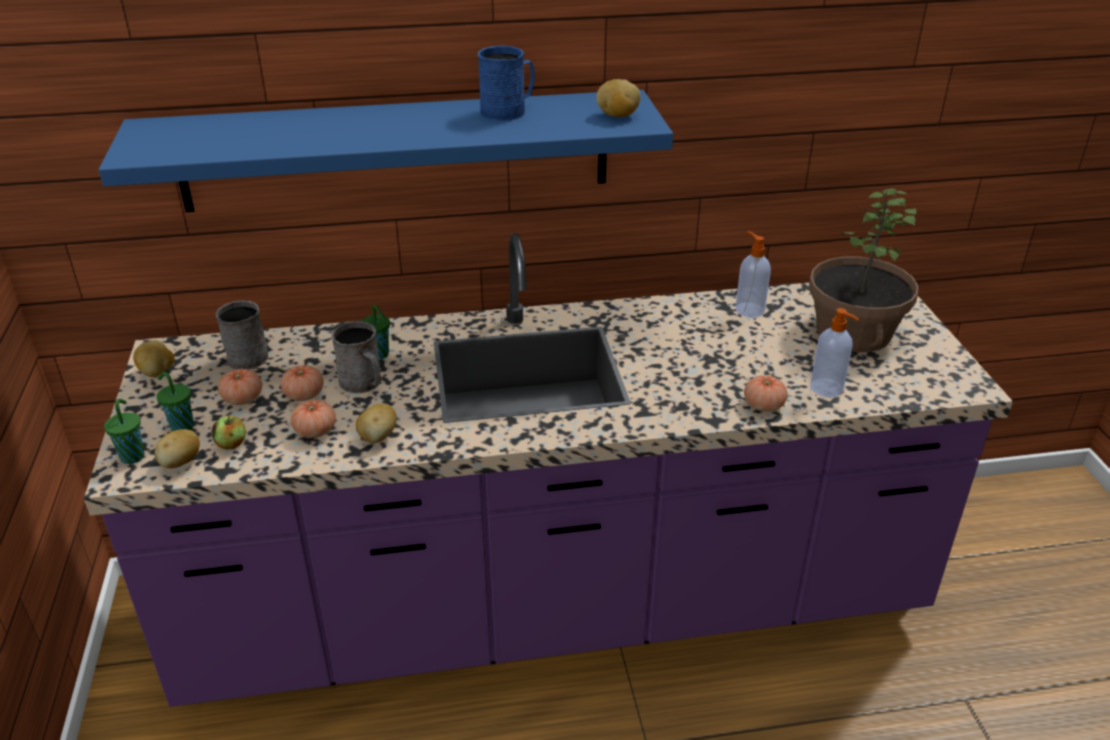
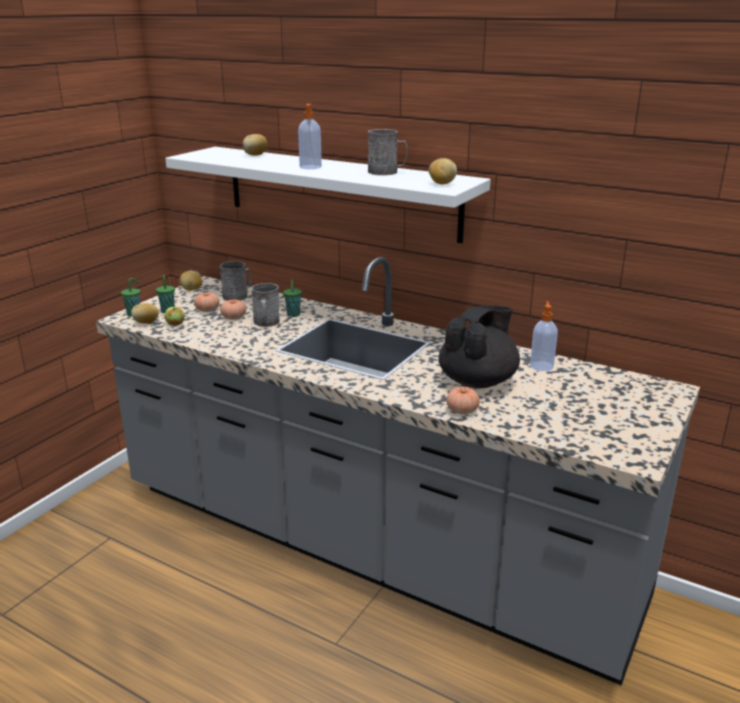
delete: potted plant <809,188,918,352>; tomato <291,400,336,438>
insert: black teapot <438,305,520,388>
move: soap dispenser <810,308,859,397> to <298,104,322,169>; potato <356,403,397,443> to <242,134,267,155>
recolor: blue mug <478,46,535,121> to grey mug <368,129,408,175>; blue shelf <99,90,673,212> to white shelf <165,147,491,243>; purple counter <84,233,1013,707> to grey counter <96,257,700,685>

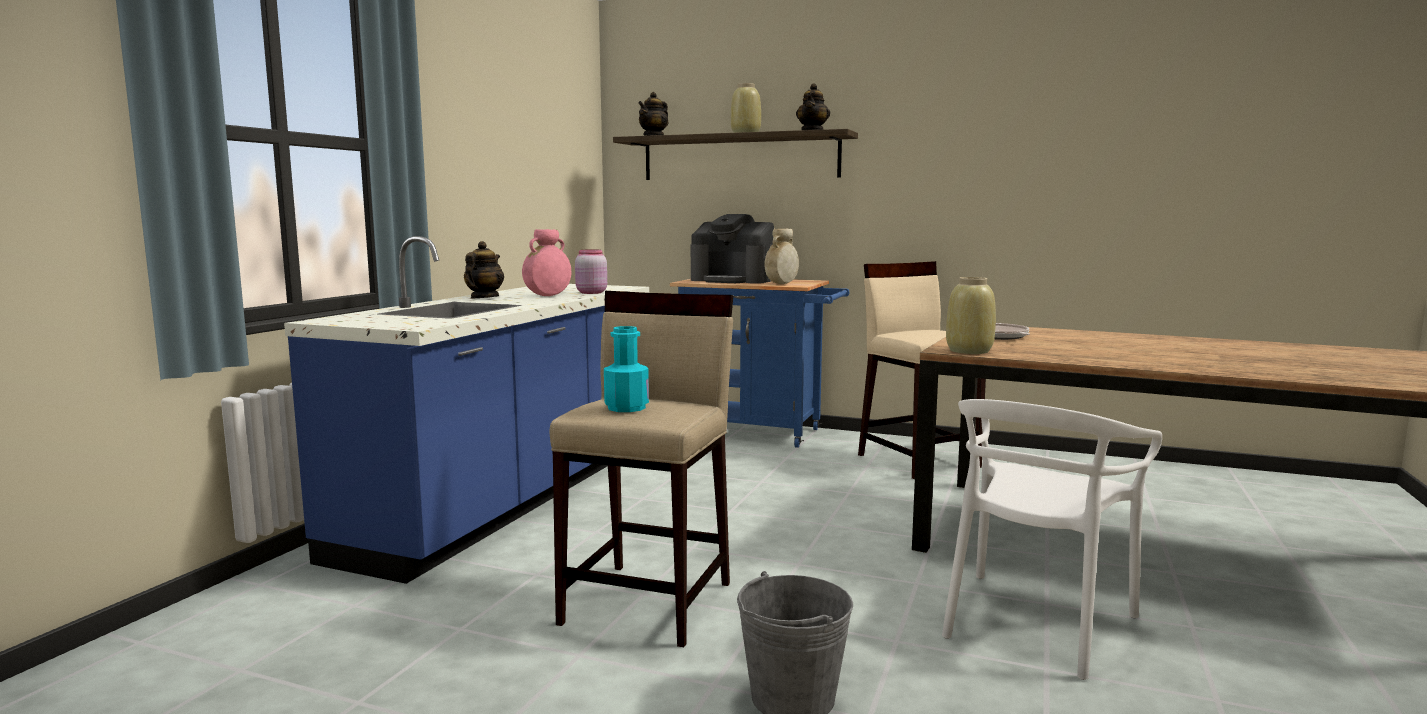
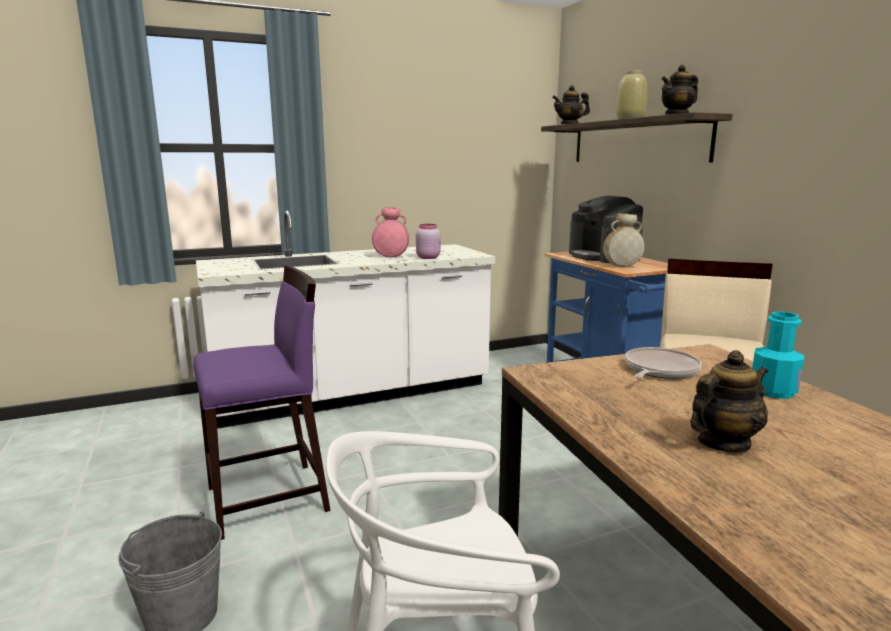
delete: beige vase <946,277,996,354>
move: teapot <464,241,504,298> to <690,350,768,452>; turquoise bottle <604,326,649,412> to <752,311,804,399>
recolor: blue counter <284,236,649,584> to white counter <196,210,495,429>; beige stool <550,291,733,647> to purple stool <194,265,330,540>

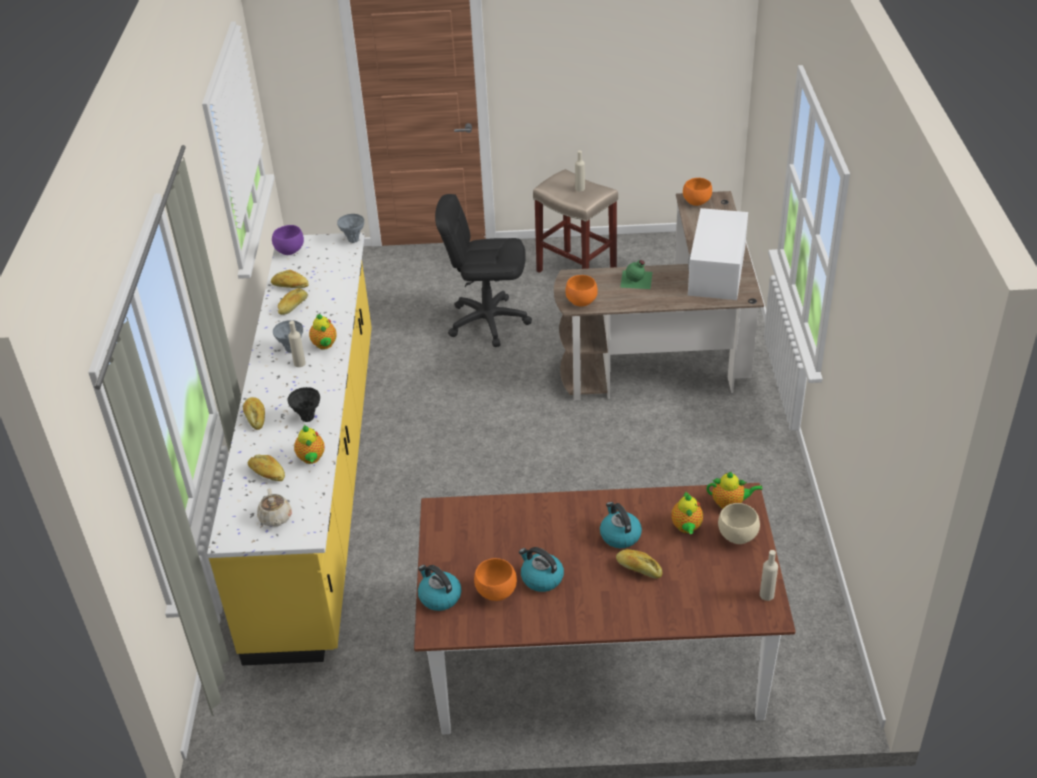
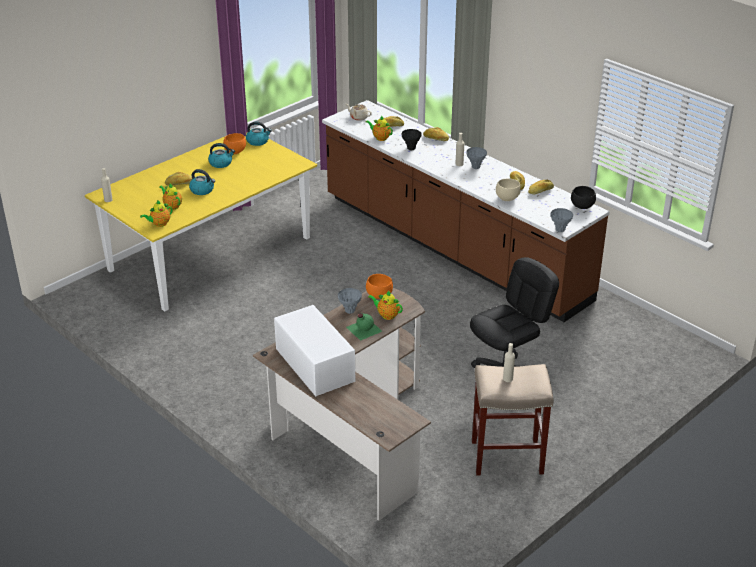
delete: orange bowl <683,178,712,206>
insert: grey vase <338,288,362,314>
move: teapot <309,314,337,349> to <368,291,403,320>; beige bowl <718,503,760,544> to <496,179,521,201>
recolor: purple bowl <272,225,304,255> to black bowl <571,186,596,209>; yellow counter <207,232,372,666> to brown counter <322,100,610,322>; brown dining table <414,483,796,735> to yellow dining table <85,129,317,311>

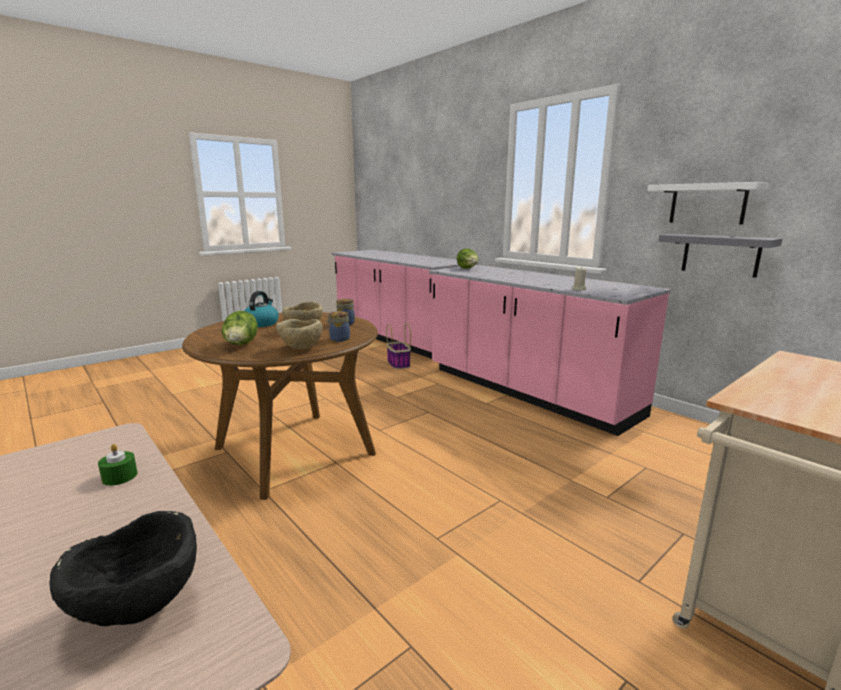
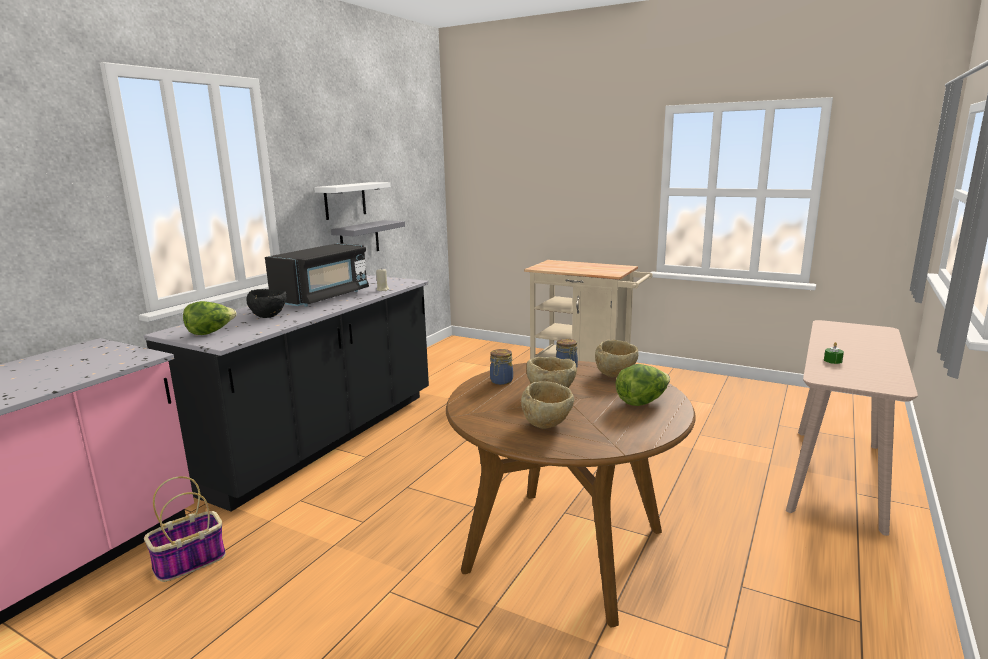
insert: black microwave <265,243,369,307>
move: black bowl <49,511,197,626> to <246,289,287,318>
replace: kettle <244,291,279,327> to beige bowl <521,381,574,429>
recolor: pink counter <429,265,671,436> to black counter <144,275,429,511>

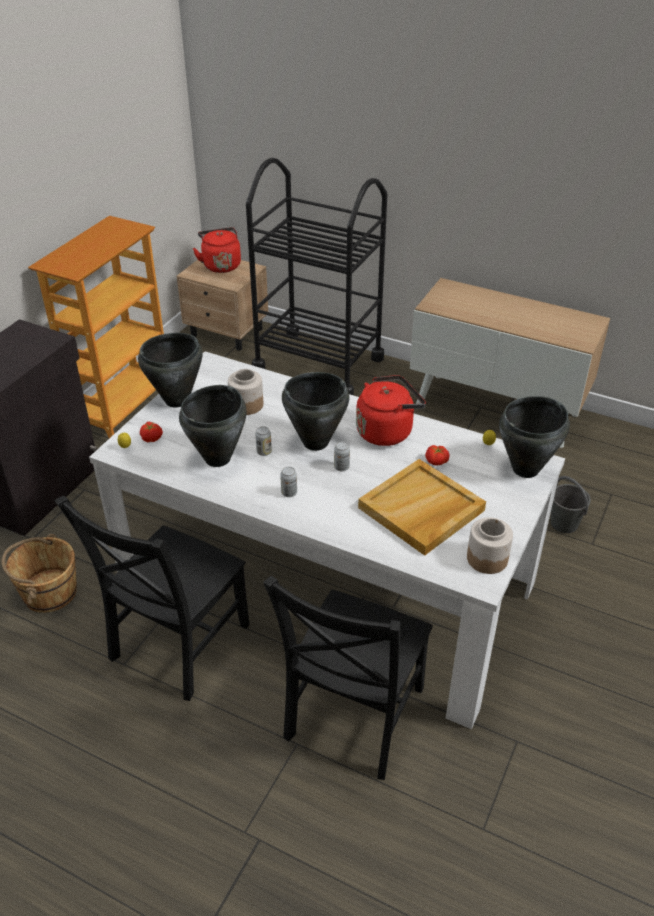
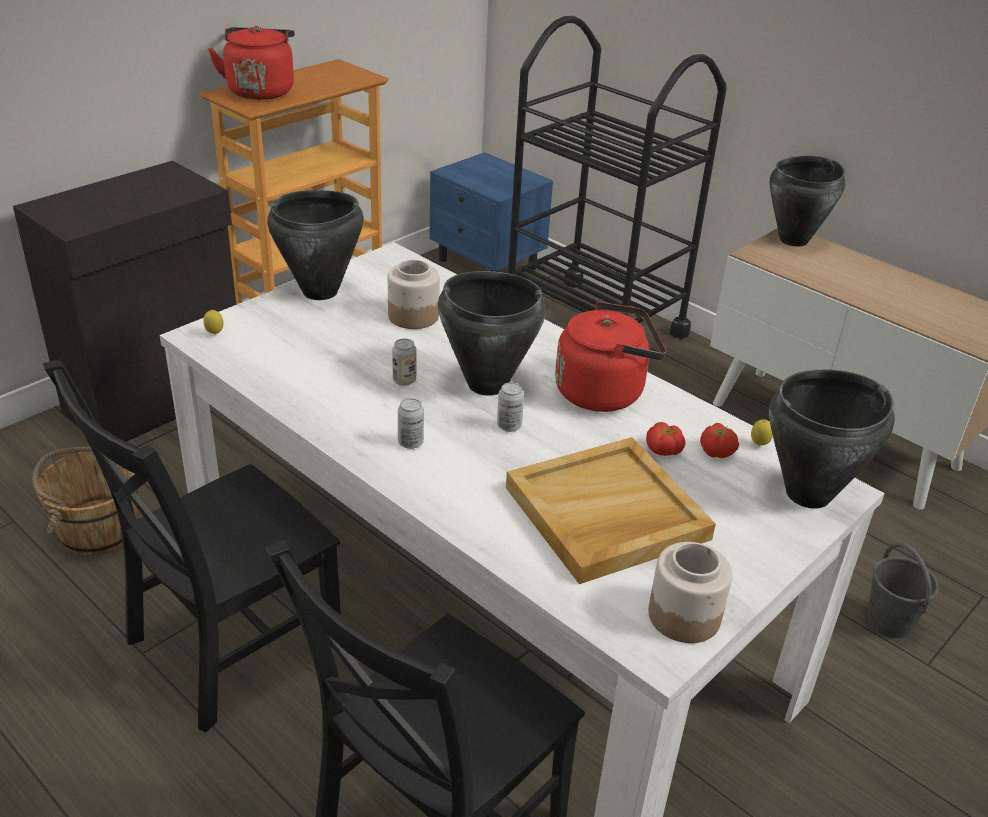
move: red kettle <193,227,241,273> to <208,26,295,100>; black cooking pot <179,385,247,467> to <770,156,846,246>; tomato <140,421,163,442> to <700,423,739,458>
recolor: beige nightstand <177,260,268,351> to blue nightstand <429,152,553,272>

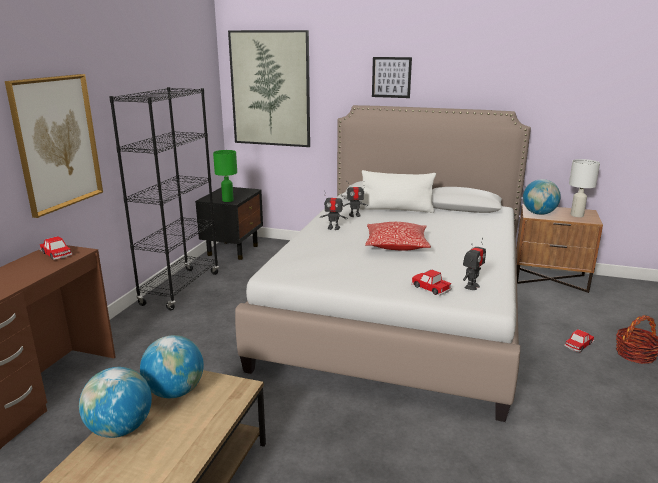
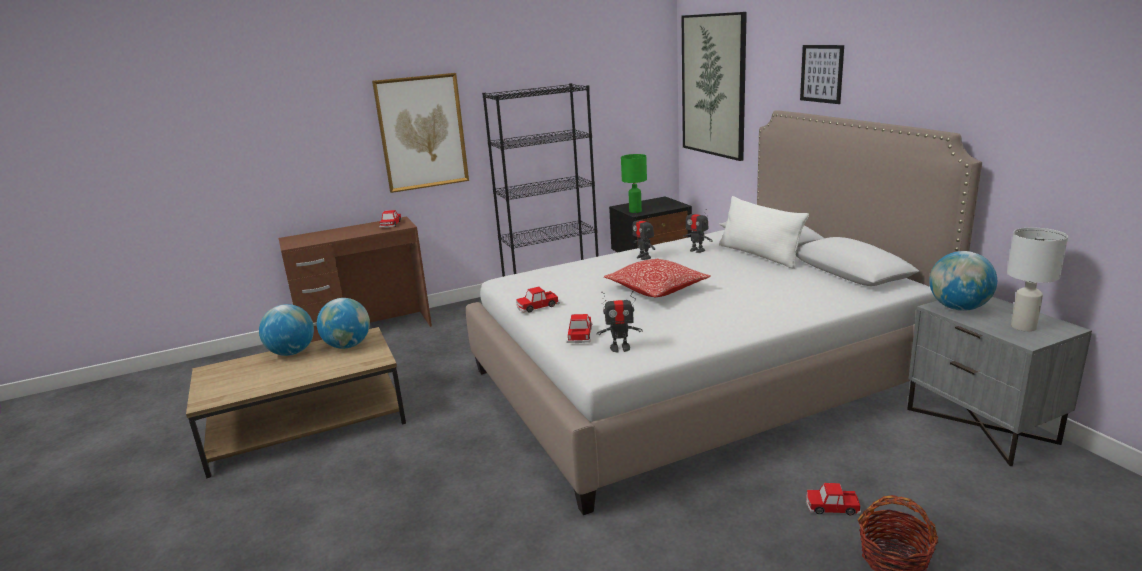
insert: toy car <516,287,560,312>
recolor: brown nightstand <516,204,603,293> to grey nightstand <907,297,1092,466>

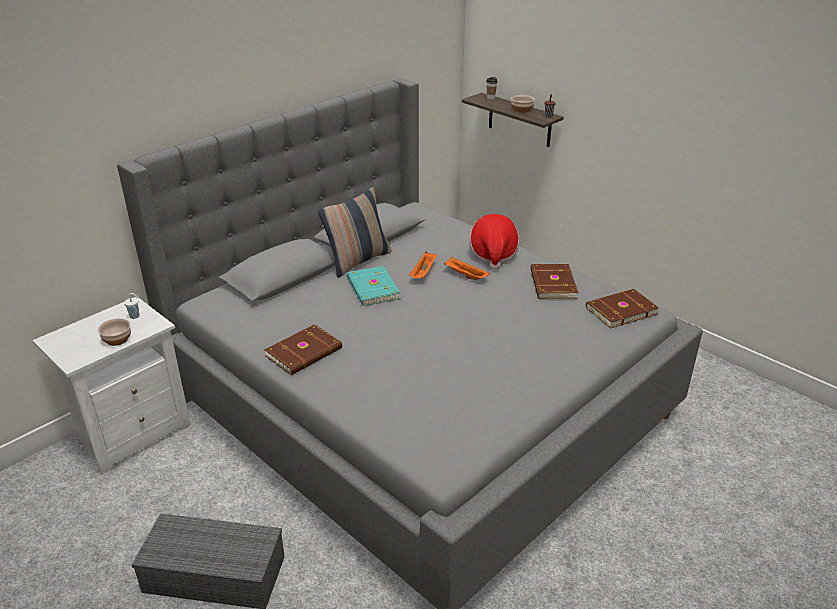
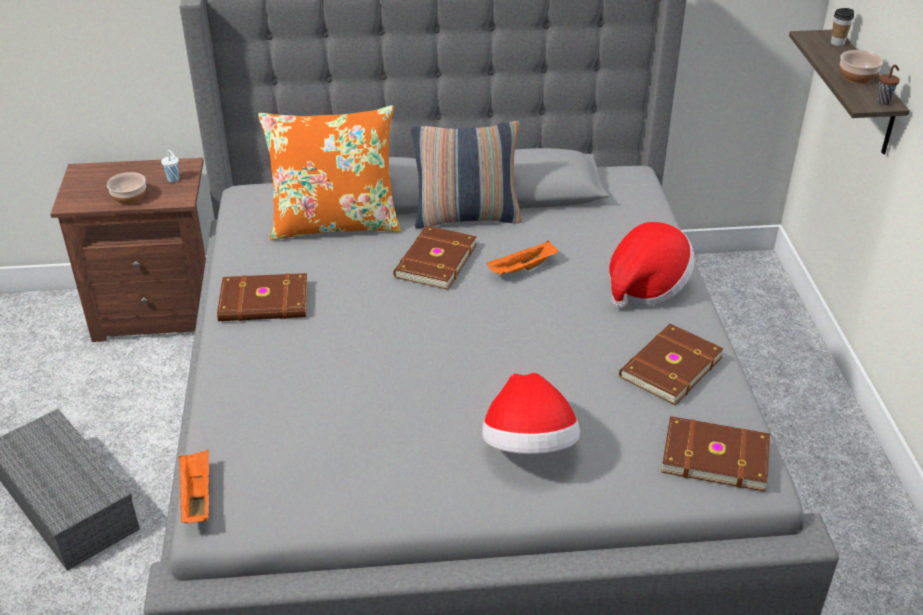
insert: orange pillow <258,105,401,241>; hat <482,373,580,454>
move: orange tray <444,256,490,280> to <179,450,209,523>
recolor: turquoise book <347,266,400,306> to brown book <393,226,477,290>; white nightstand <32,297,191,474> to brown nightstand <50,158,206,342>

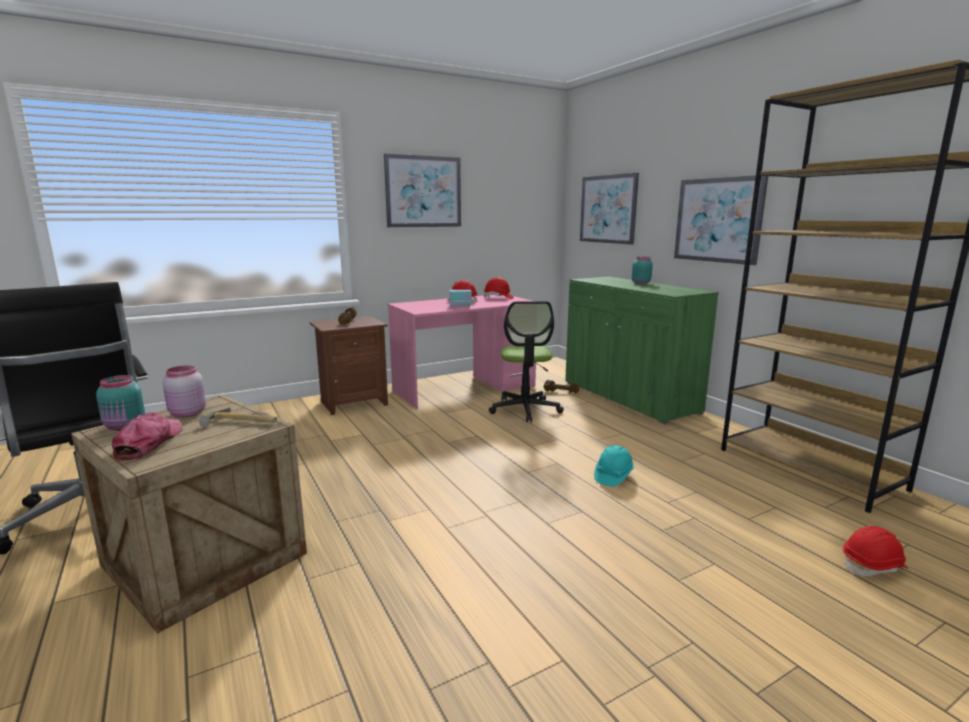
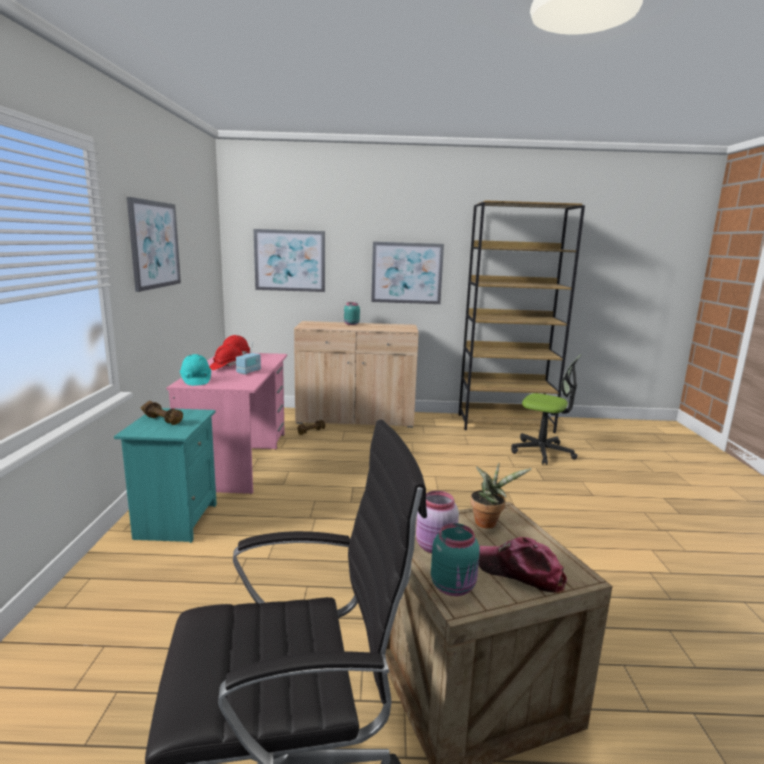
delete: red hard hat <843,526,909,576>
move: office chair <489,301,564,422> to <511,354,582,465>; turquoise hard hat <594,445,634,487> to <180,354,211,386>
replace: hammer <199,407,277,427> to potted plant <470,463,532,529>
recolor: green cabinet <565,277,719,424> to beige cabinet <294,321,419,428>; brown nightstand <310,316,388,415> to turquoise nightstand <114,408,217,543>

